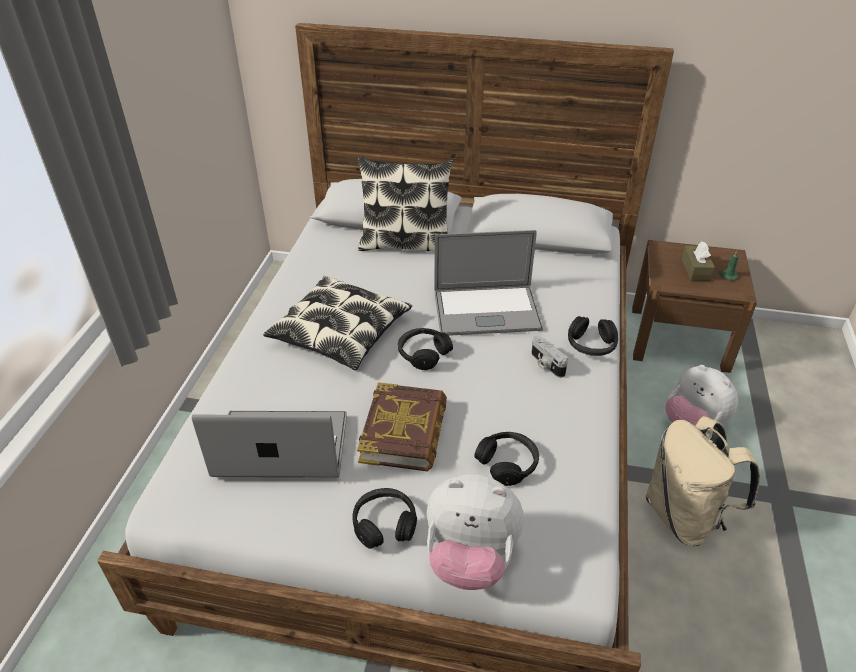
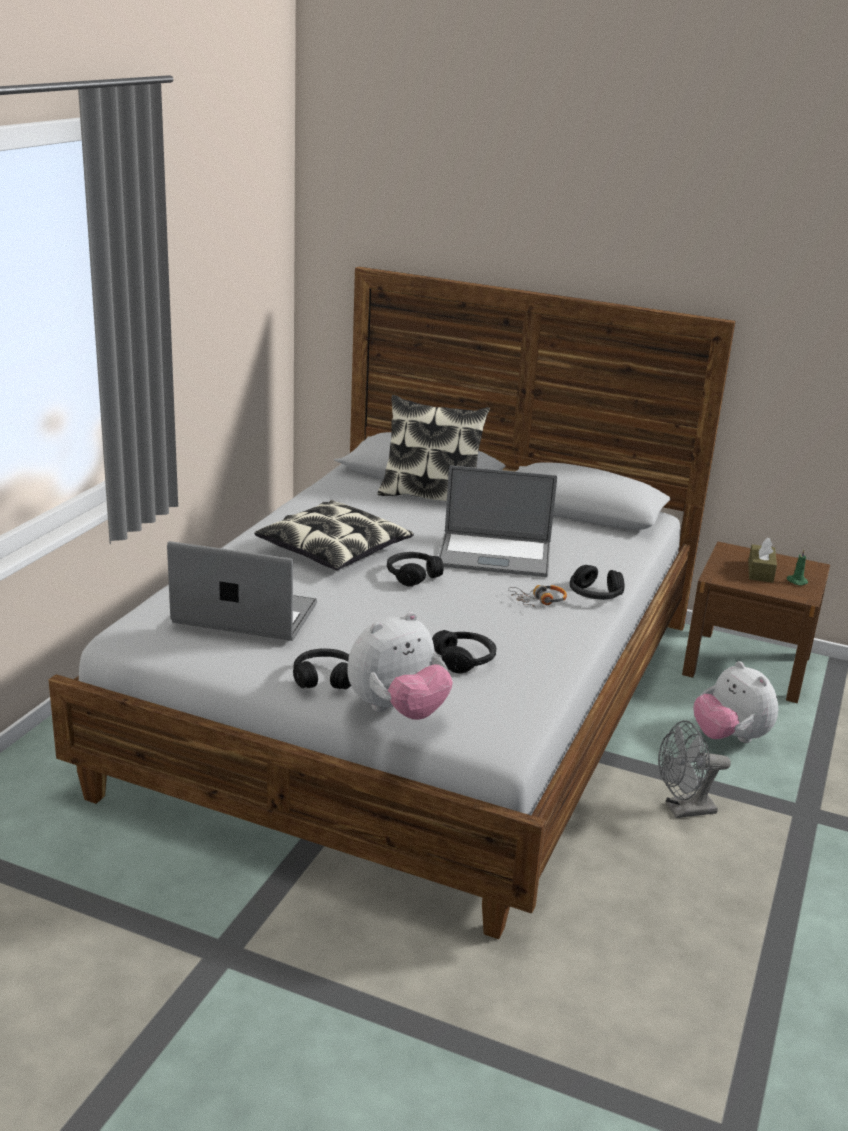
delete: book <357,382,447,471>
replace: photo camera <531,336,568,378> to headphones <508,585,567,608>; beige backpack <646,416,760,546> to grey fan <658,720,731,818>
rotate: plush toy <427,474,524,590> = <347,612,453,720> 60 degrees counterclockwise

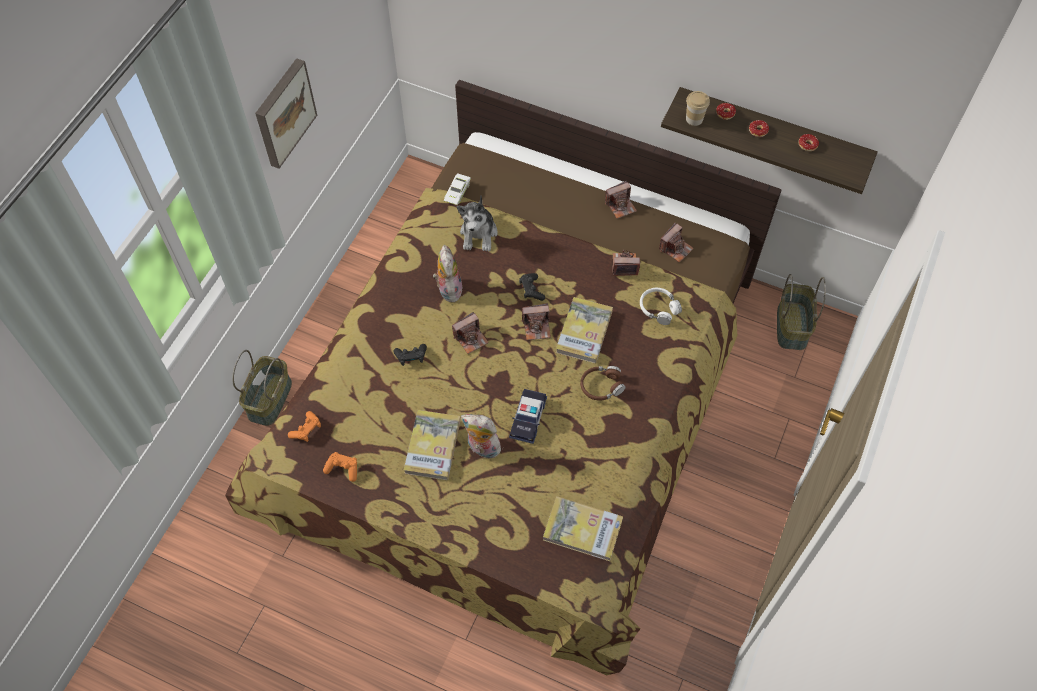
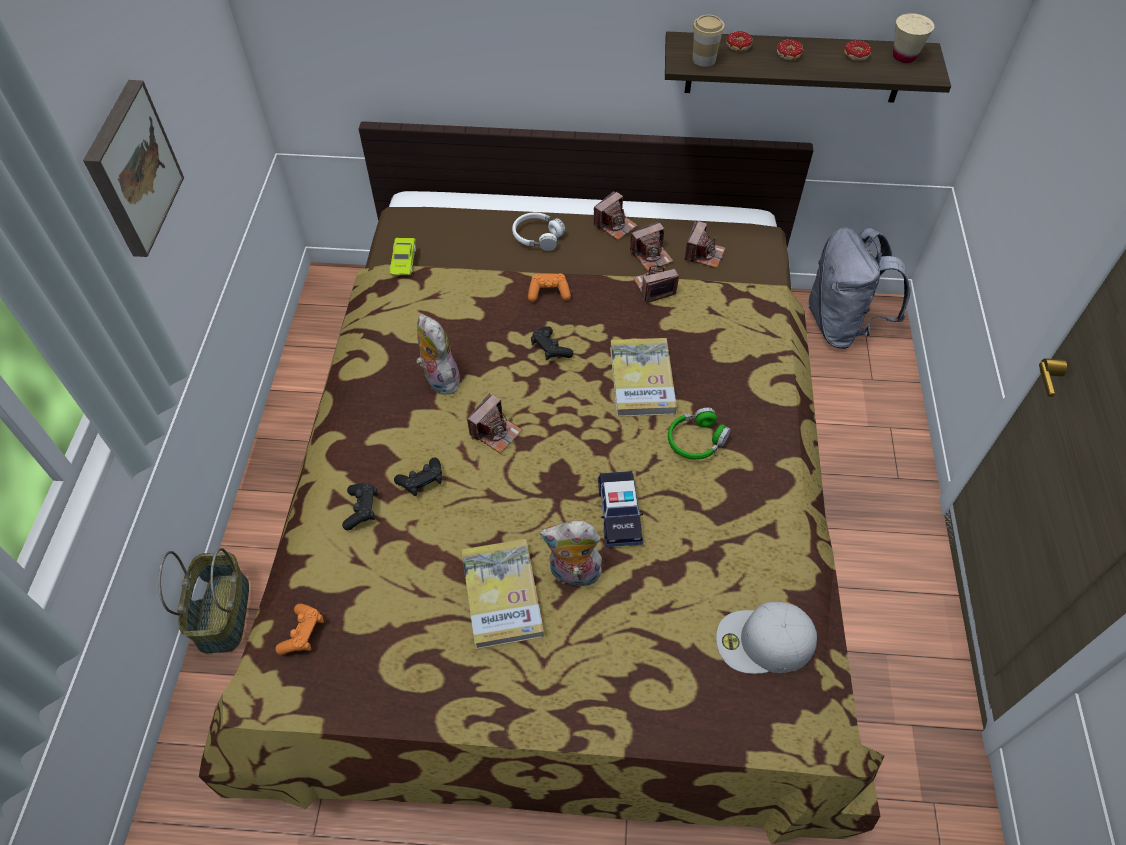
delete: plush toy <457,195,498,251>
insert: beige cup <893,13,934,63>; black game controller <342,483,378,530>
move: white headphones <640,288,682,325> to <512,212,566,251>; photo camera <522,303,551,340> to <630,221,673,271>; orange game controller <323,452,357,482> to <528,273,571,302>
replace: basket <777,274,826,350> to grey backpack <808,227,911,349>; book <543,496,623,561> to white cap <716,602,817,674>
recolor: white toy car <444,173,471,205> to green toy car <389,238,416,275>; brown headphones <580,366,626,401> to green headphones <668,407,731,460>

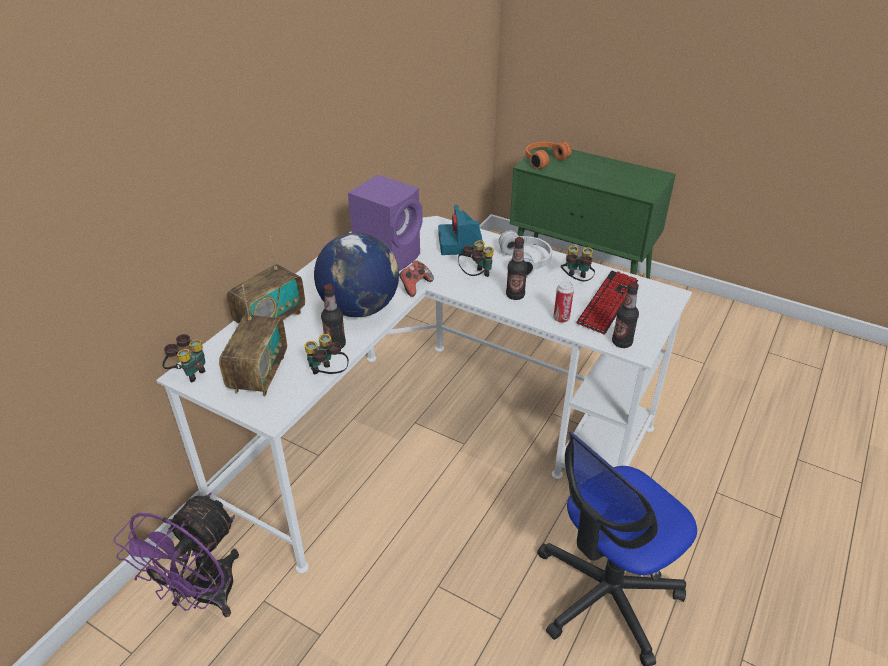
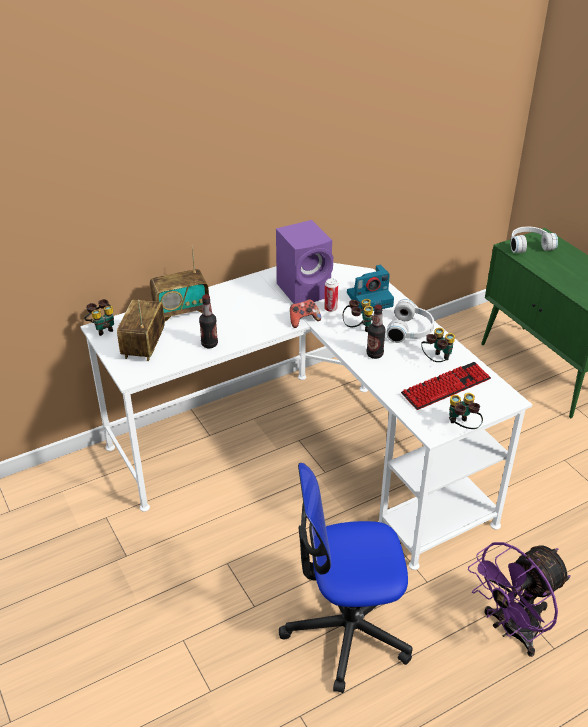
delete: globe <314,233,399,317>; bottle <612,282,639,348>
move: can <553,281,574,323> to <324,278,338,312>; binoculars <305,334,349,375> to <449,393,483,429>; purple fan <114,493,239,617> to <468,542,571,657>
recolor: orange headphones <526,142,572,169> to white headphones <511,226,558,253>
rotate: photo camera <438,205,483,255> = <347,265,394,313> 135 degrees counterclockwise; radio <219,285,287,396> = <117,300,165,361> 150 degrees clockwise

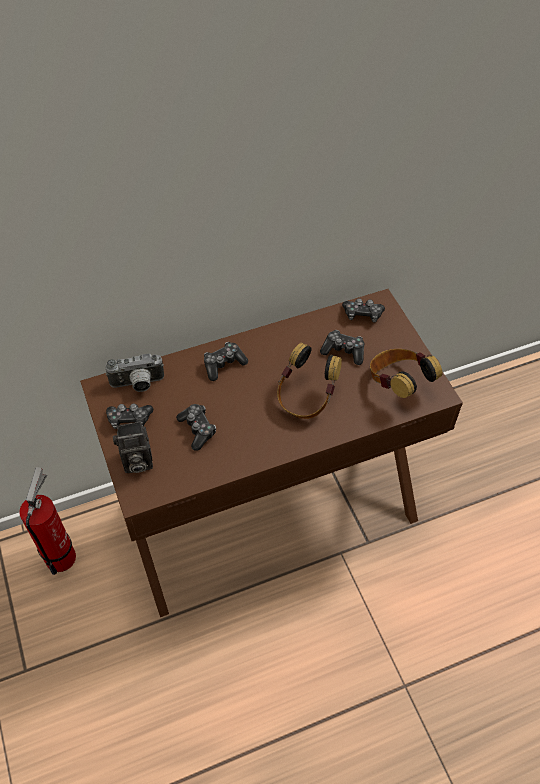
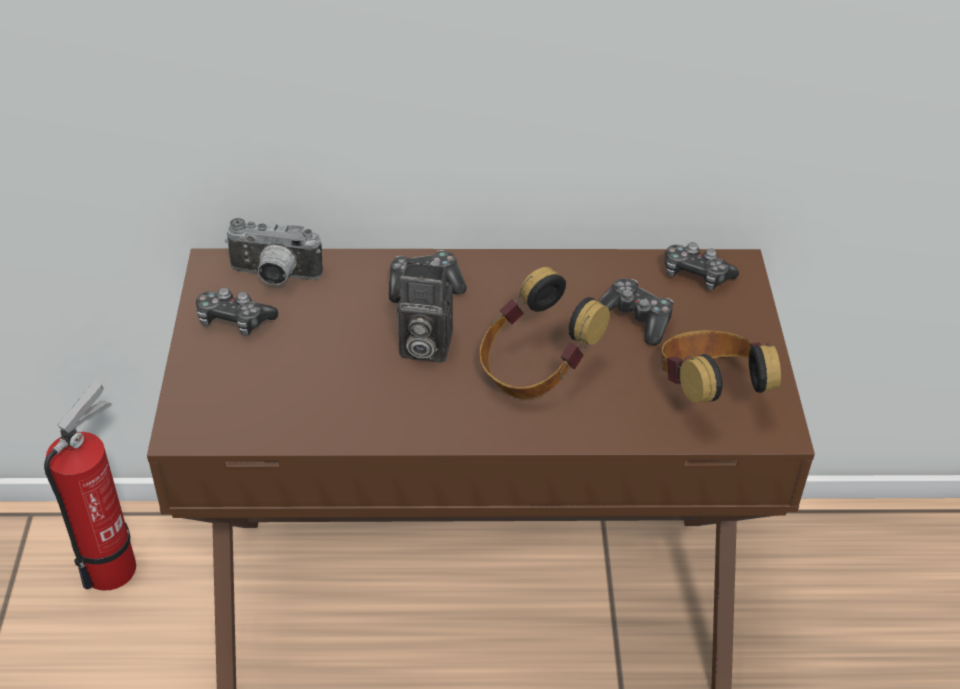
delete: game controller <176,404,216,451>
move: photo camera <113,421,153,473> to <395,262,453,363>

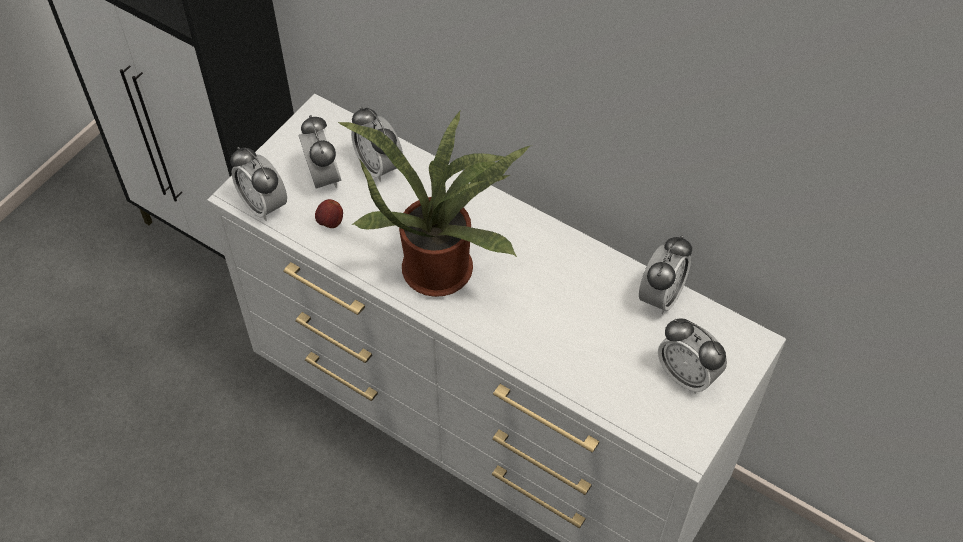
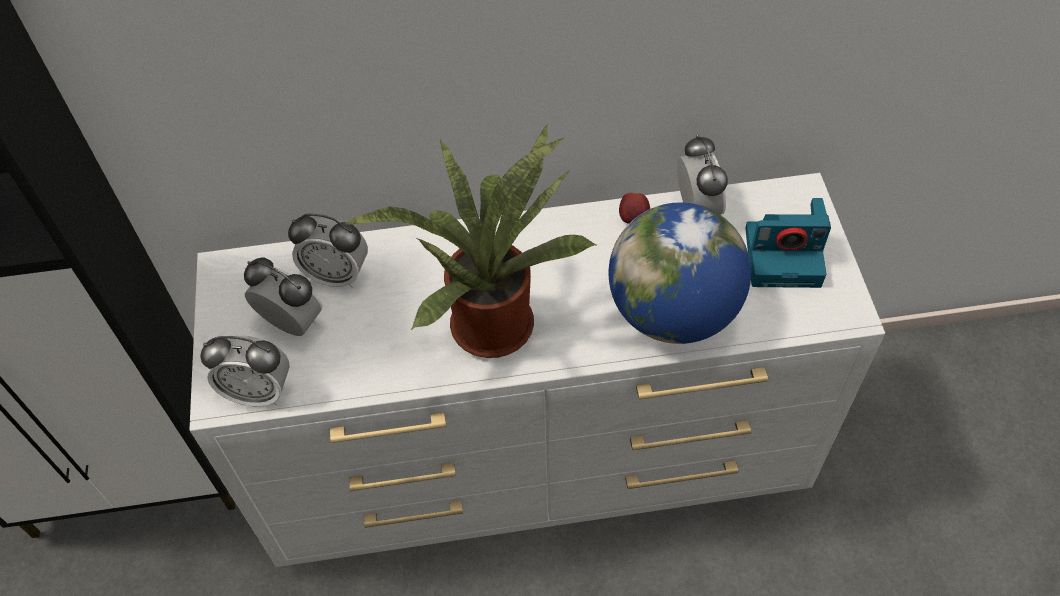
insert: globe <608,202,751,344>
move: apple <315,199,343,228> to <619,193,650,224>
replace: alarm clock <658,318,727,394> to photo camera <745,198,831,288>

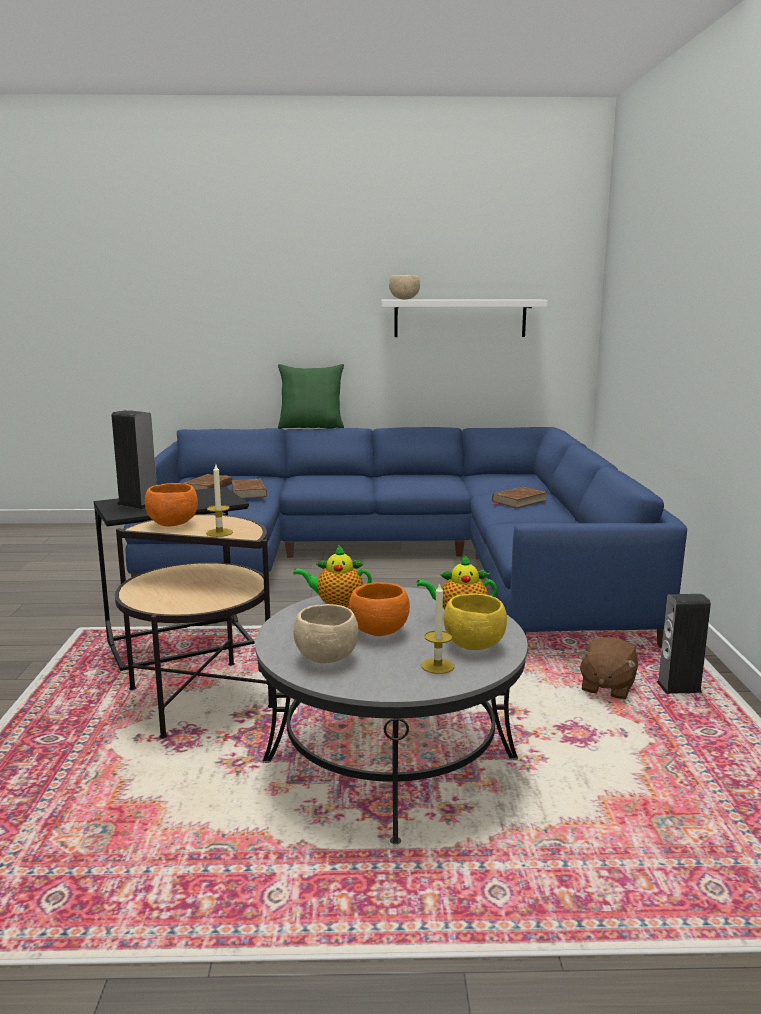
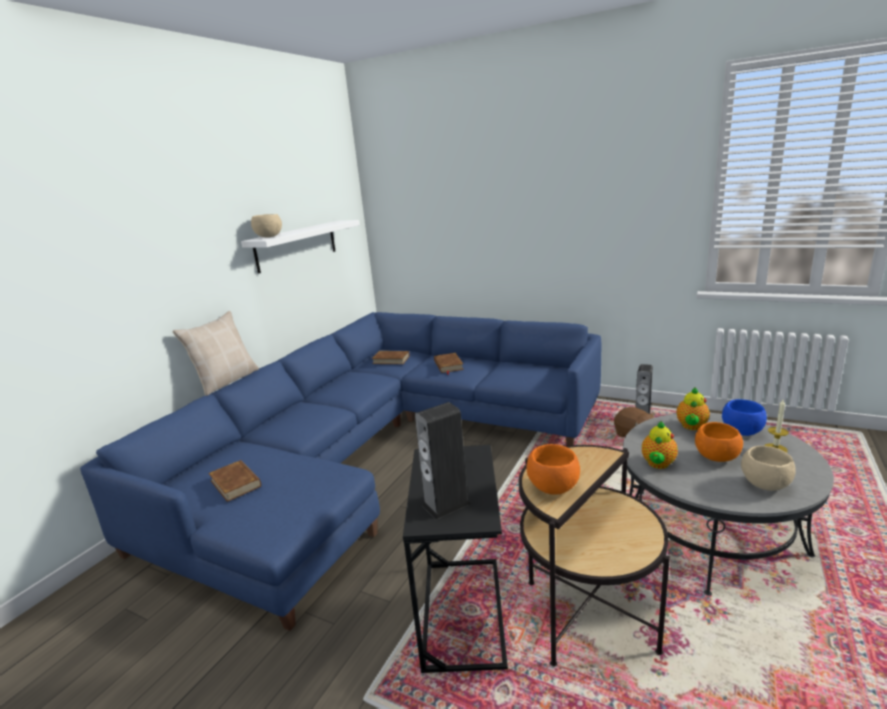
delete: candle <206,465,233,537>
move: brown book <231,479,267,499> to <372,351,410,364>
recolor: green pillow <278,364,344,429> to beige pillow <172,311,259,396>; yellow bowl <444,593,507,650> to blue bowl <722,399,767,436>

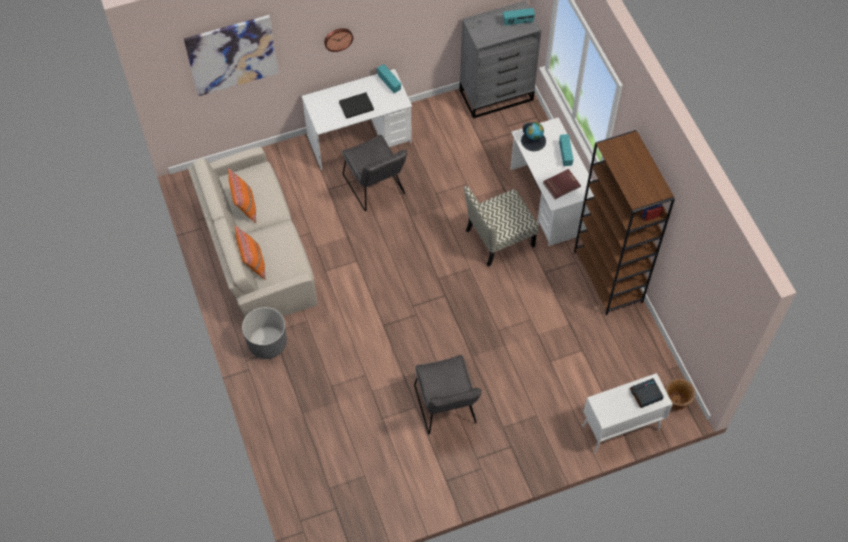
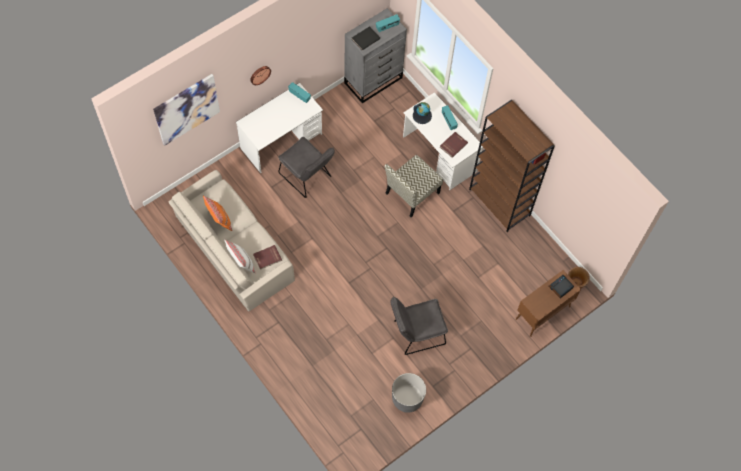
insert: red book <253,245,282,270>
move: black book <339,92,374,119> to <352,26,380,50>; grey planter <242,307,287,359> to <392,373,426,413>
recolor: orange pillow <235,226,266,279> to white pillow <225,240,255,273>; white cabinet <582,373,673,453> to brown cabinet <516,270,581,337>
rotate: grey chair <414,355,482,434> = <390,296,448,355> 105 degrees clockwise

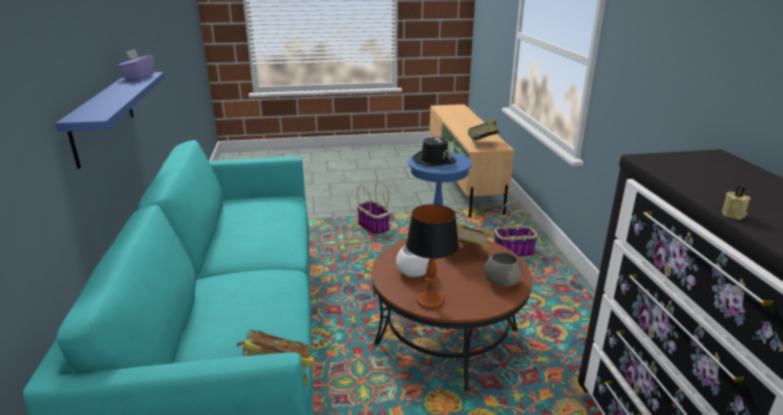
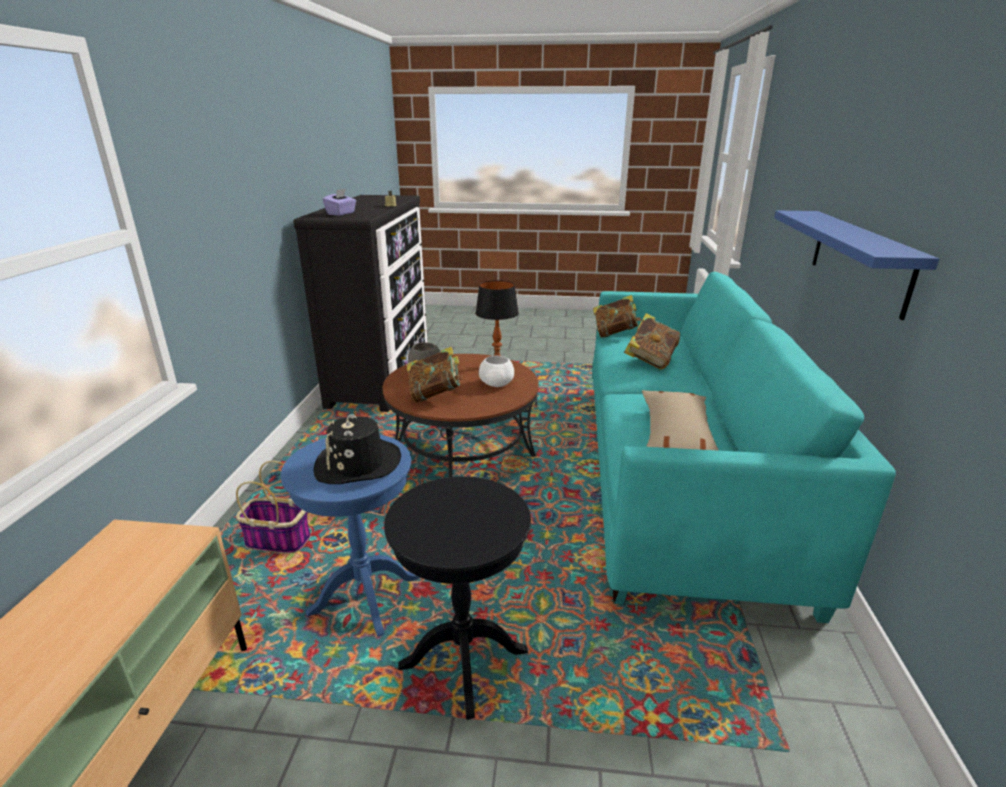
insert: beige pillow <642,390,719,451>
move: purple tissue box <118,49,154,79> to <323,189,356,216>; book <468,119,500,141> to <624,313,680,369>
replace: basket <357,180,390,235> to black side table <384,476,531,720>

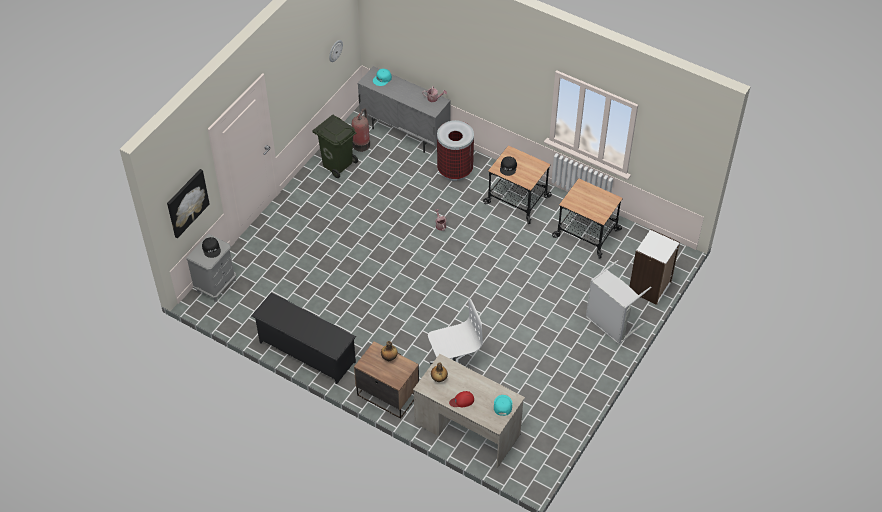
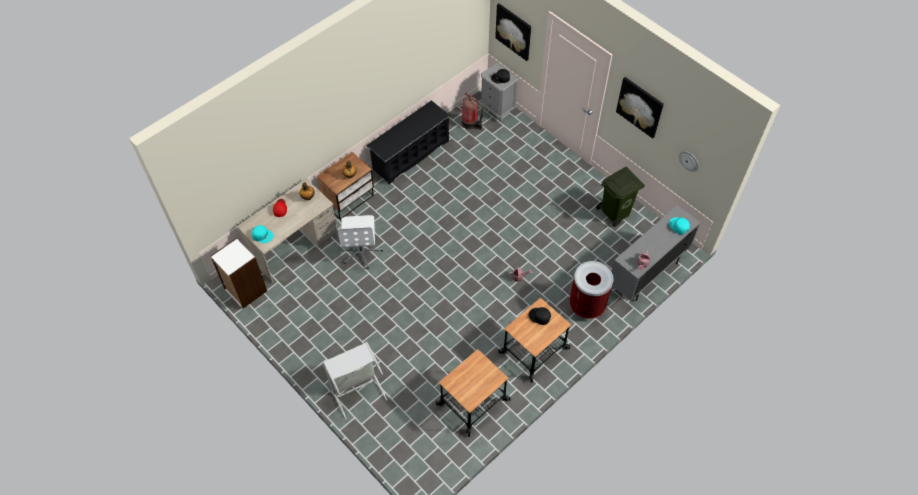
insert: picture <616,77,664,139>
move: fire extinguisher <352,108,370,152> to <462,92,484,130>; white bookcase <629,229,680,305> to <210,238,267,309>

